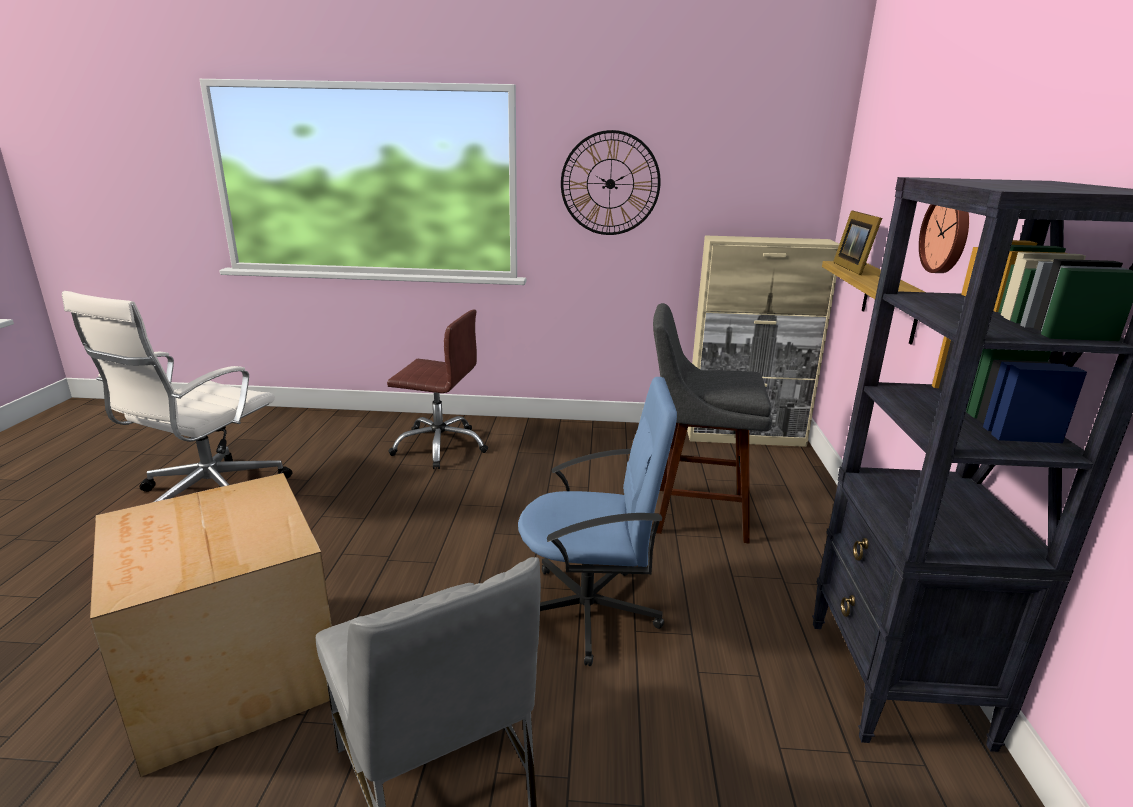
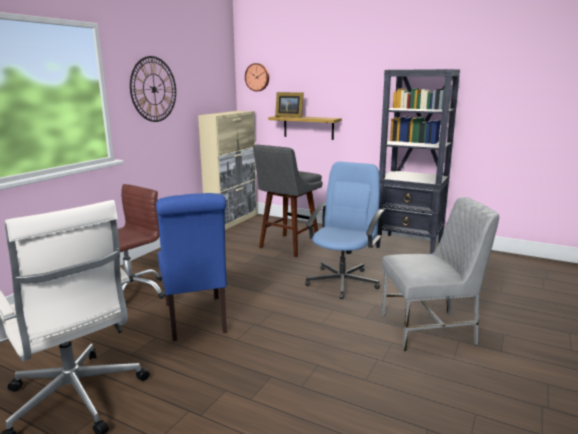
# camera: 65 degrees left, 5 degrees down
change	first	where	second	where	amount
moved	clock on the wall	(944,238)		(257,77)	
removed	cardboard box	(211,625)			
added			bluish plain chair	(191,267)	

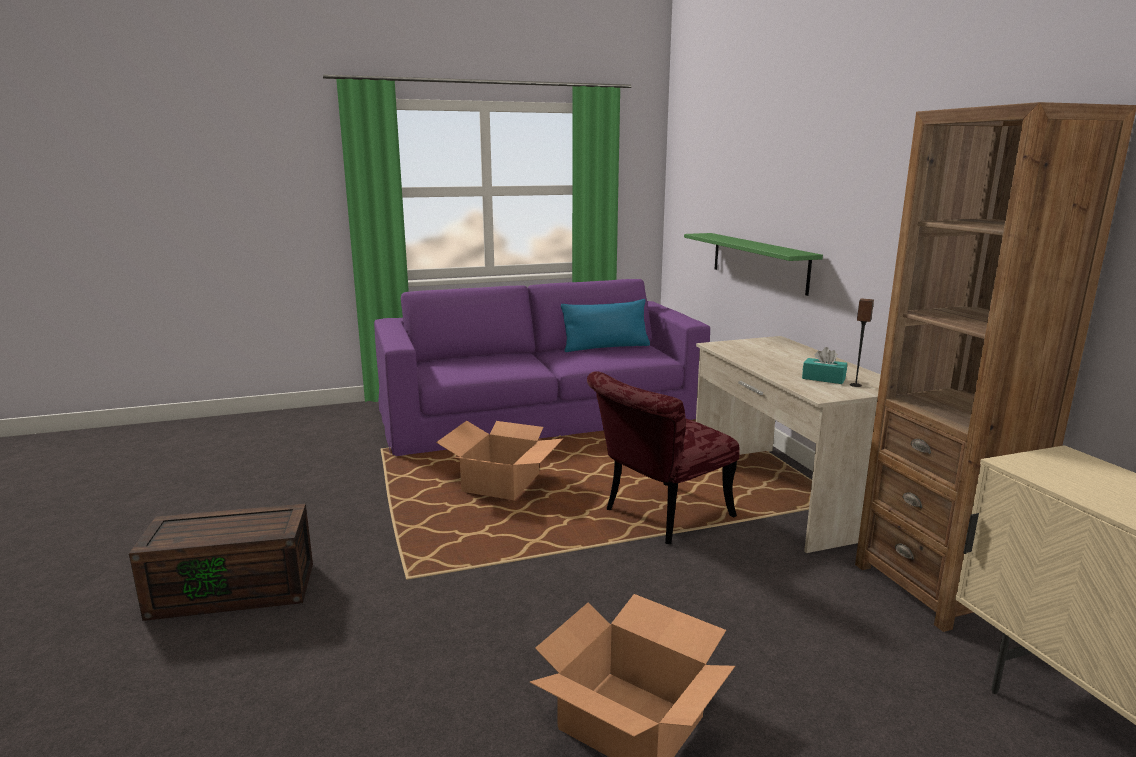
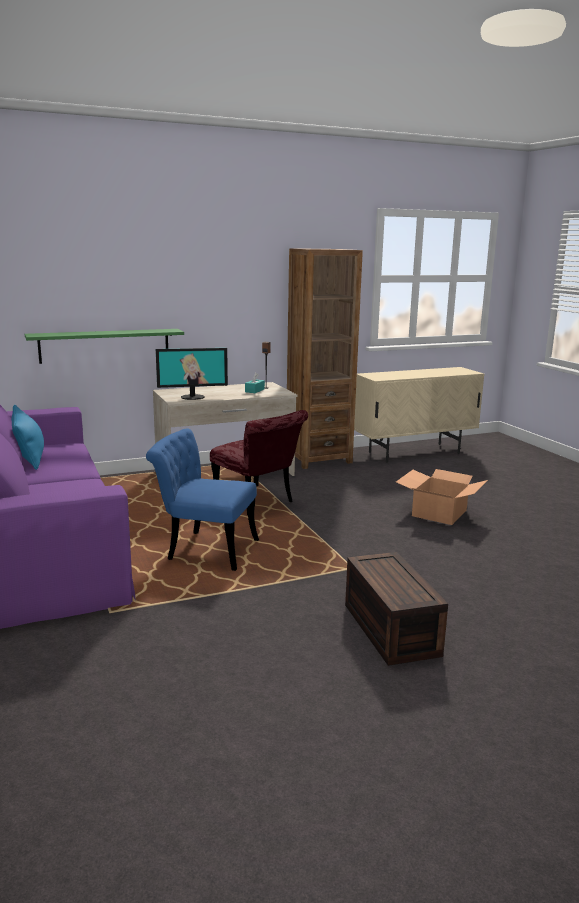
# camera: 95 degrees left, 0 degrees up
change	first	where	second	where	amount
replaced	cardboard box	(499,460)	bluish plain chair	(202,499)	
added			computer screen	(192,374)	

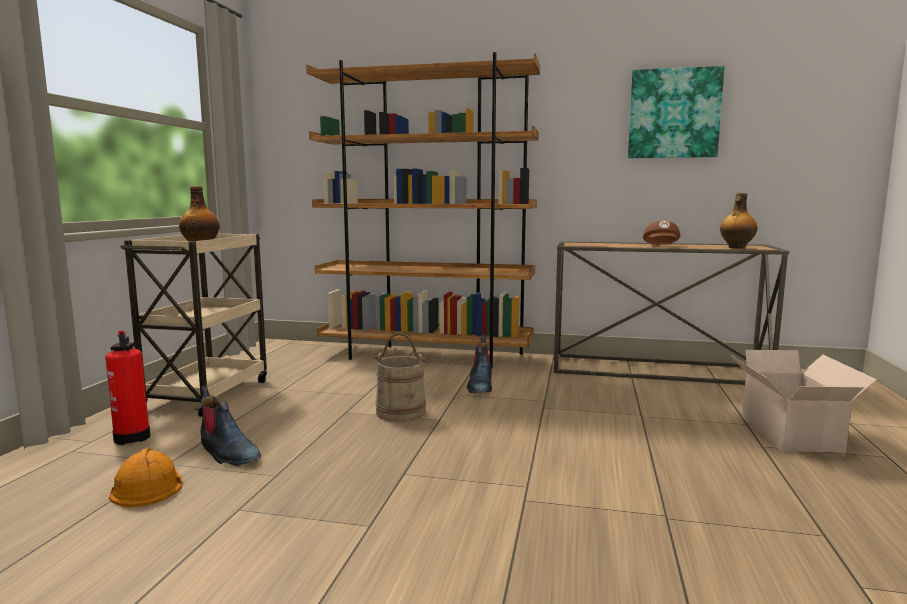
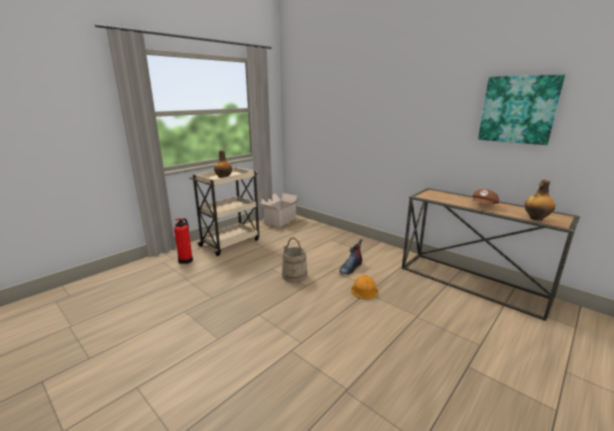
# camera: 30 degrees right, 10 degrees up
change	first	where	second	where	amount
removed	brown-coloured shelving unit	(423,210)			
moved	cardboard box	(803,401)		(280,210)	
removed	high-top boot	(230,425)			
moved	orangey work helmet	(146,477)		(364,287)	

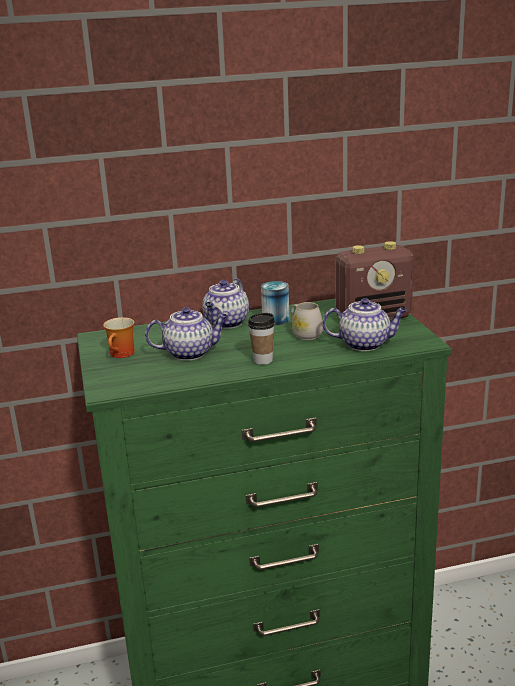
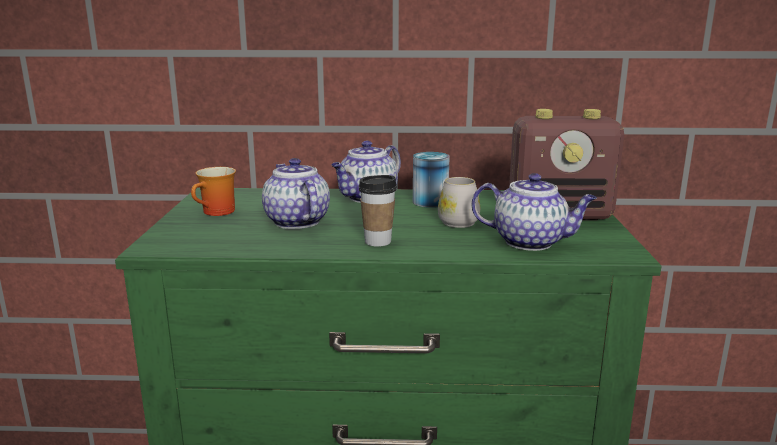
# camera: 15 degrees right, 5 degrees down
change	first	where	second	where	amount
turned	teapot	(186,334)		(296,193)	120 degrees counterclockwise

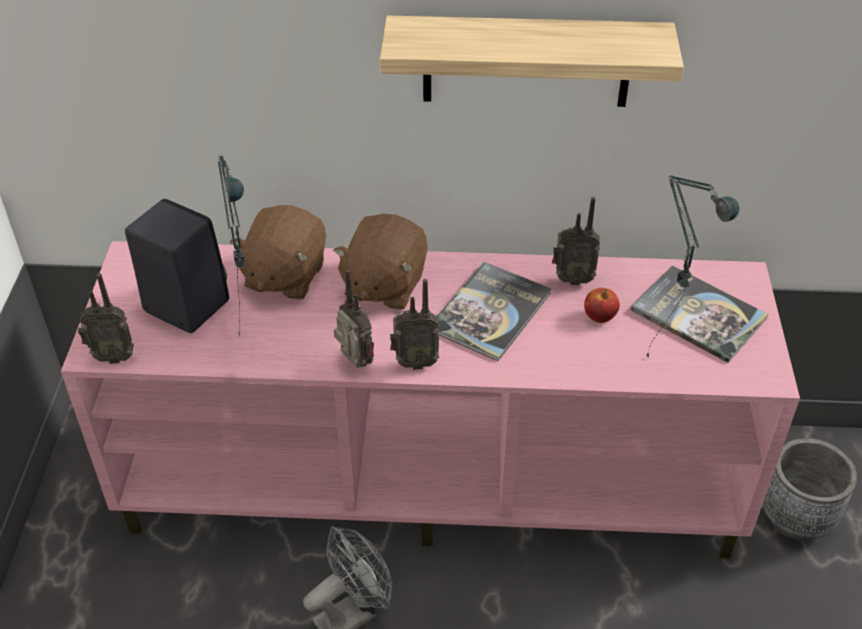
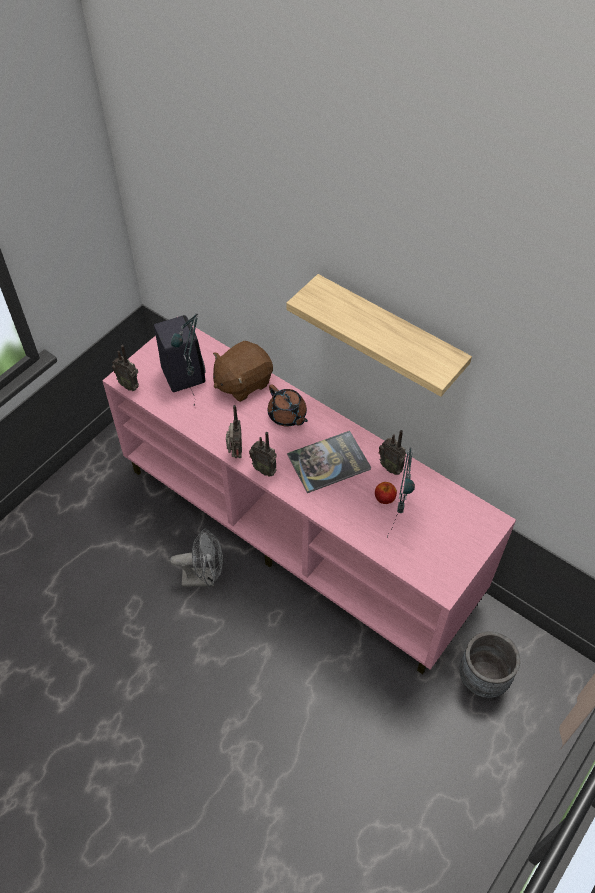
# camera: 35 degrees right, 10 degrees up
change	first	where	second	where	amount
replaced	brown-coloured plush toy	(380,262)	brown-coloured teapot	(288,405)	
removed	book	(700,314)			

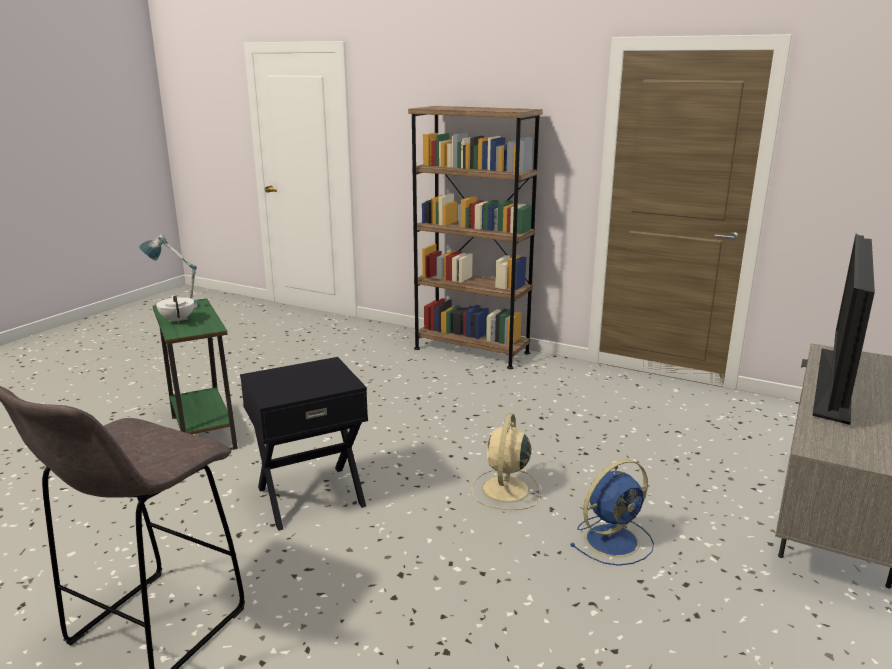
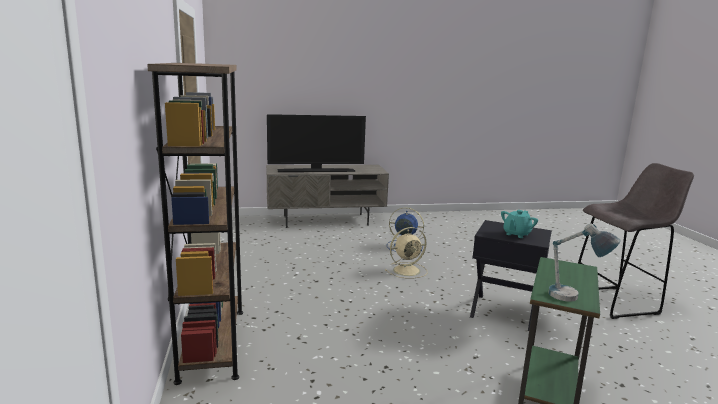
# camera: 130 degrees left, 5 degrees down
change	first	where	second	where	amount
removed	white teapot	(175,309)			
added			blue-green teapot	(519,224)	

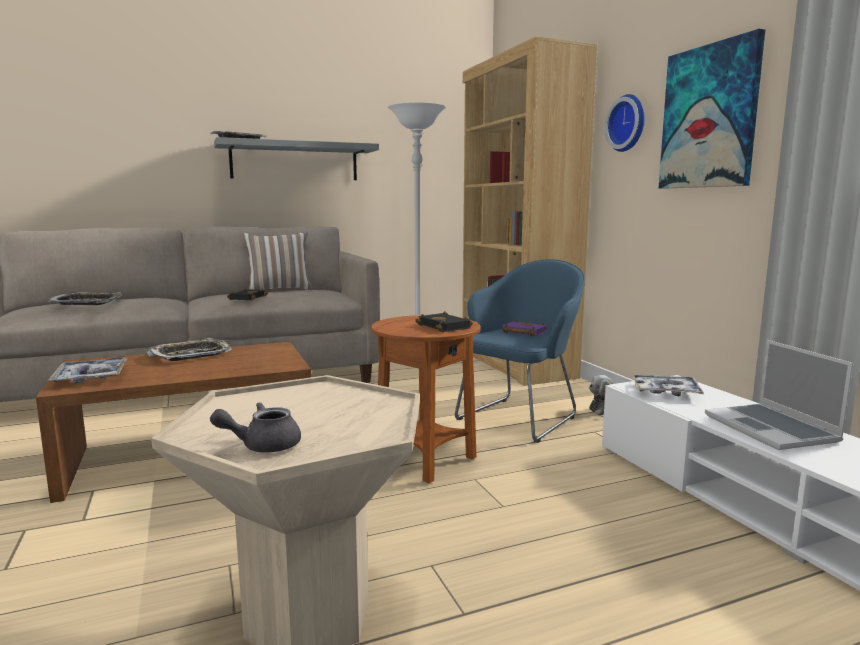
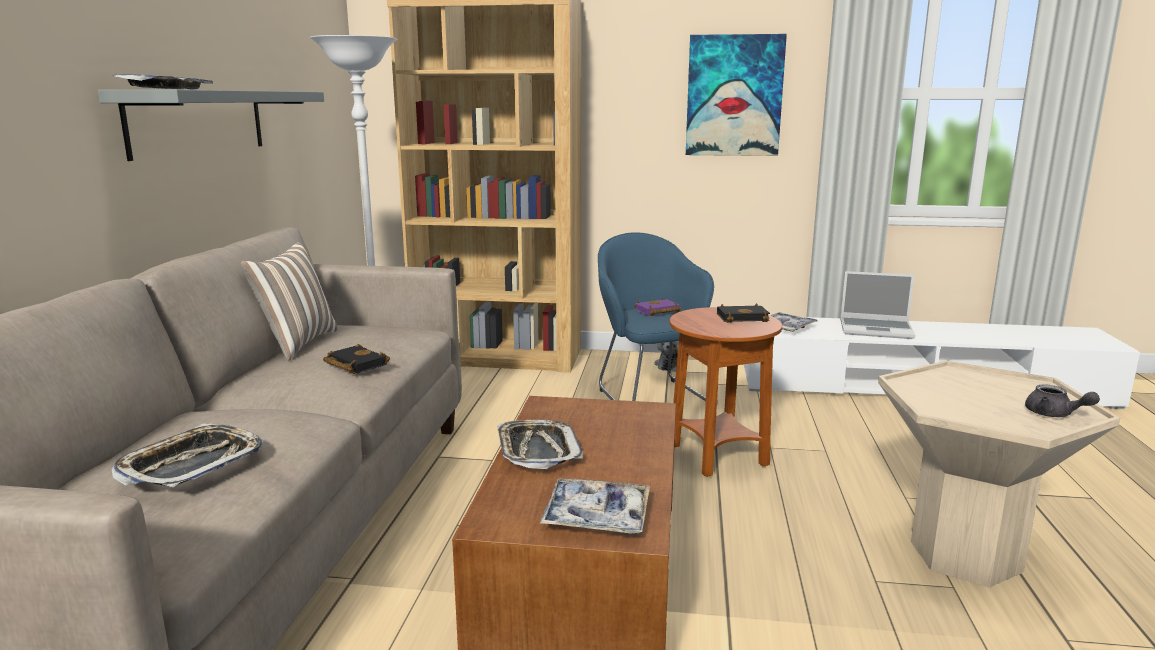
# camera: 60 degrees left, 5 degrees up
change	first	where	second	where	amount
removed	clock on the wall	(625,123)			
turned	grey teapot	(255,427)		(1062,400)	45 degrees counterclockwise

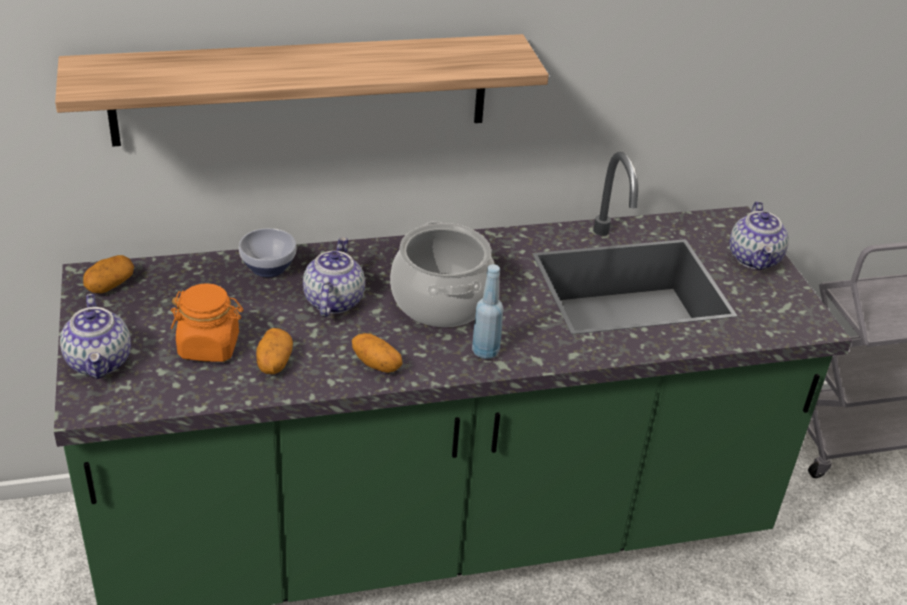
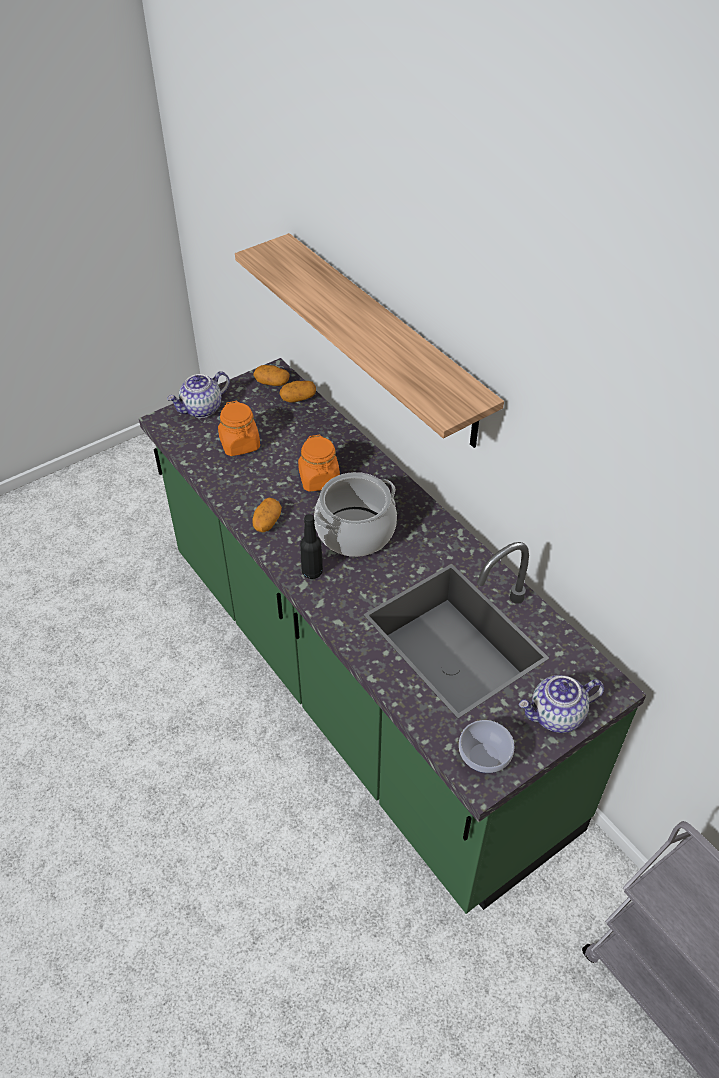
# camera: 70 degrees right, 10 degrees up
change	first	where	second	where	amount
moved	deep dish	(268,252)		(486,746)	
replaced	teapot	(334,277)	orangey storage jar	(319,463)	
recoloured	bluish drink bottle	(488,311)	black-coloured drink bottle	(311,546)	
moved	whole potato	(274,351)		(297,392)	

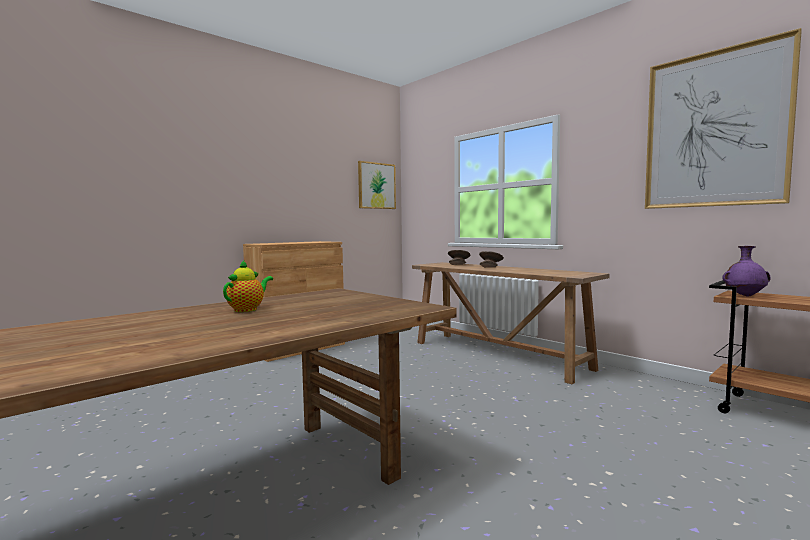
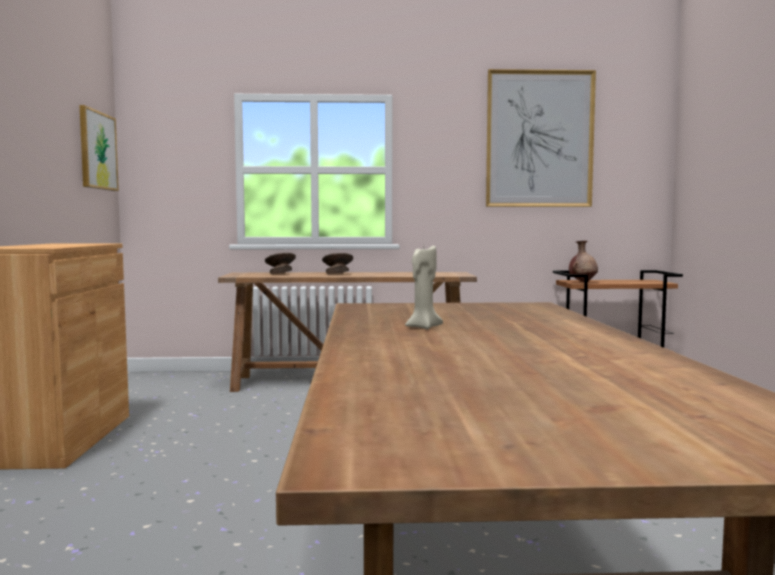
# camera: 50 degrees left, 0 degrees up
change	first	where	second	where	amount
recoloured	purple decorative vase	(746,271)	brown-coloured decorative vase	(583,261)	
replaced	teapot	(248,286)	beige wax candle	(424,287)	

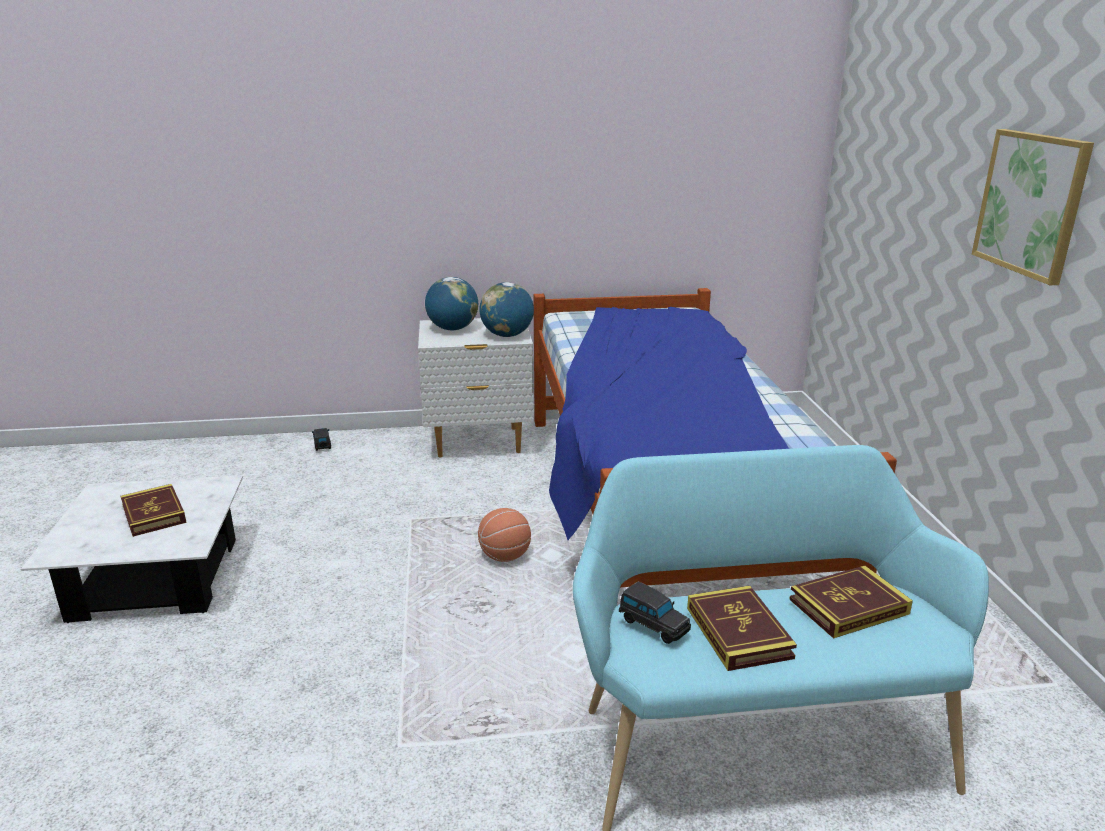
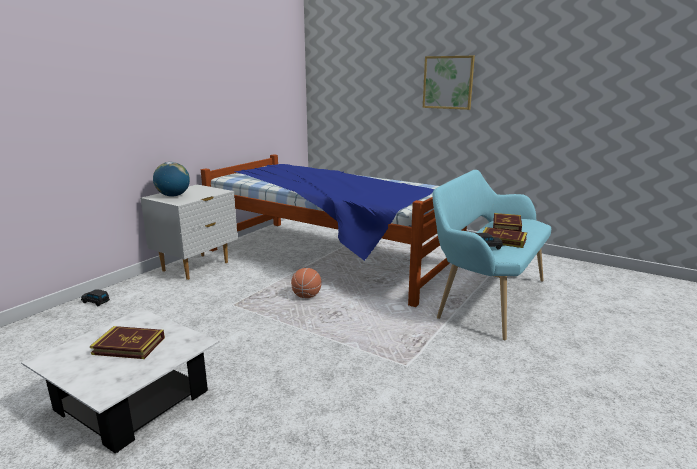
# camera: 50 degrees left, 5 degrees down
change	first	where	second	where	amount
removed	globe	(506,309)			

